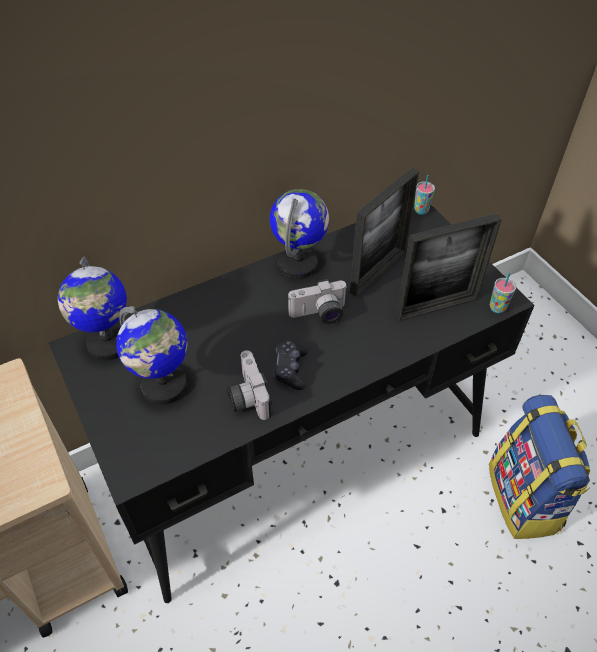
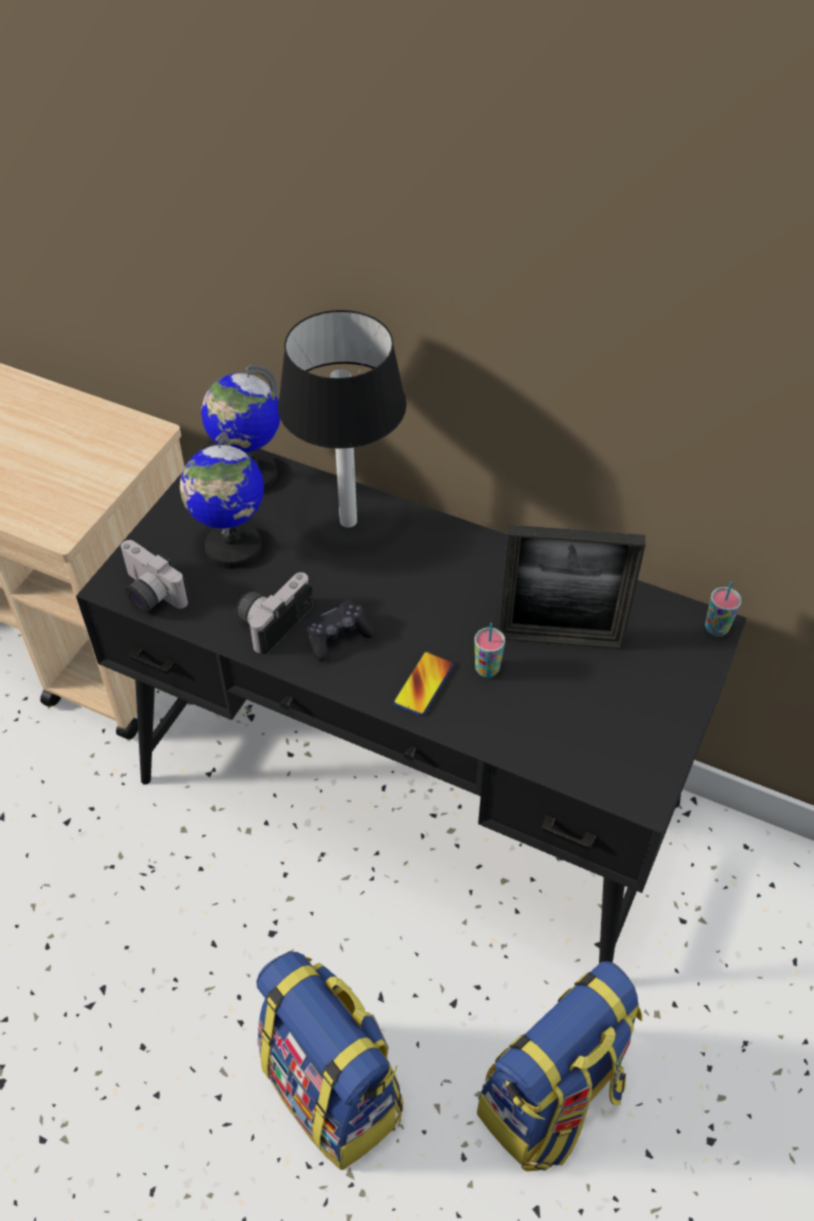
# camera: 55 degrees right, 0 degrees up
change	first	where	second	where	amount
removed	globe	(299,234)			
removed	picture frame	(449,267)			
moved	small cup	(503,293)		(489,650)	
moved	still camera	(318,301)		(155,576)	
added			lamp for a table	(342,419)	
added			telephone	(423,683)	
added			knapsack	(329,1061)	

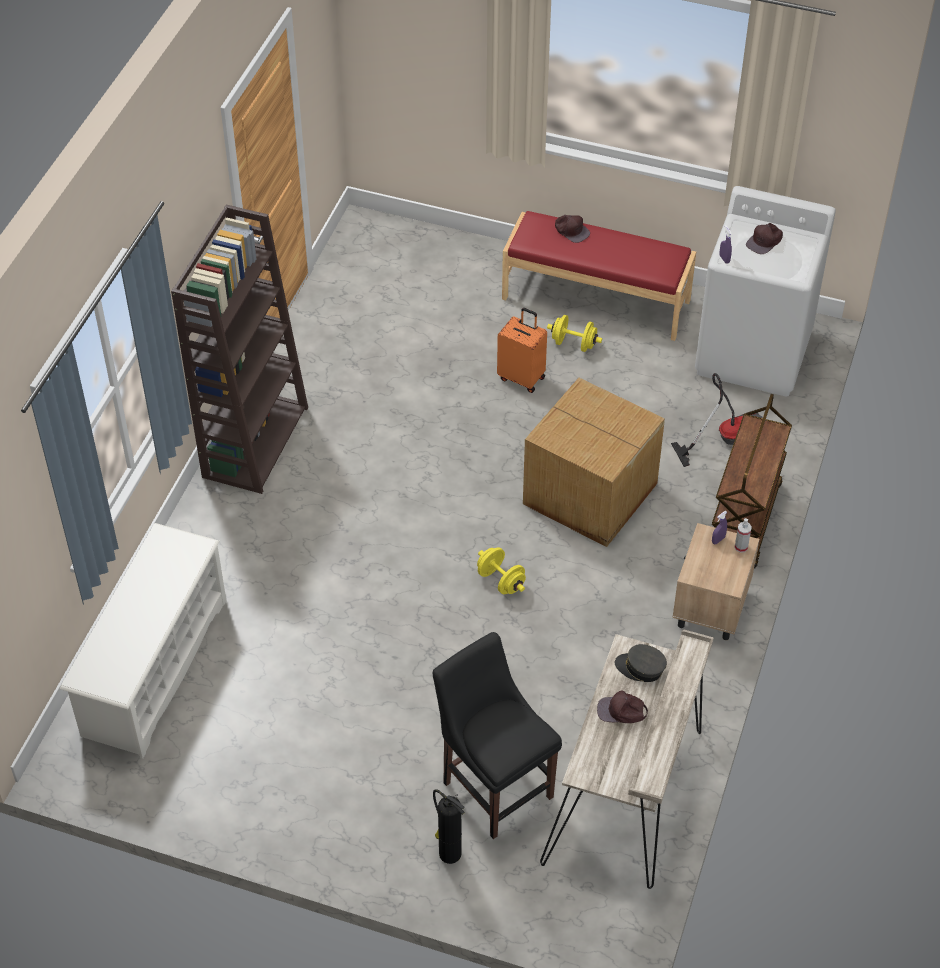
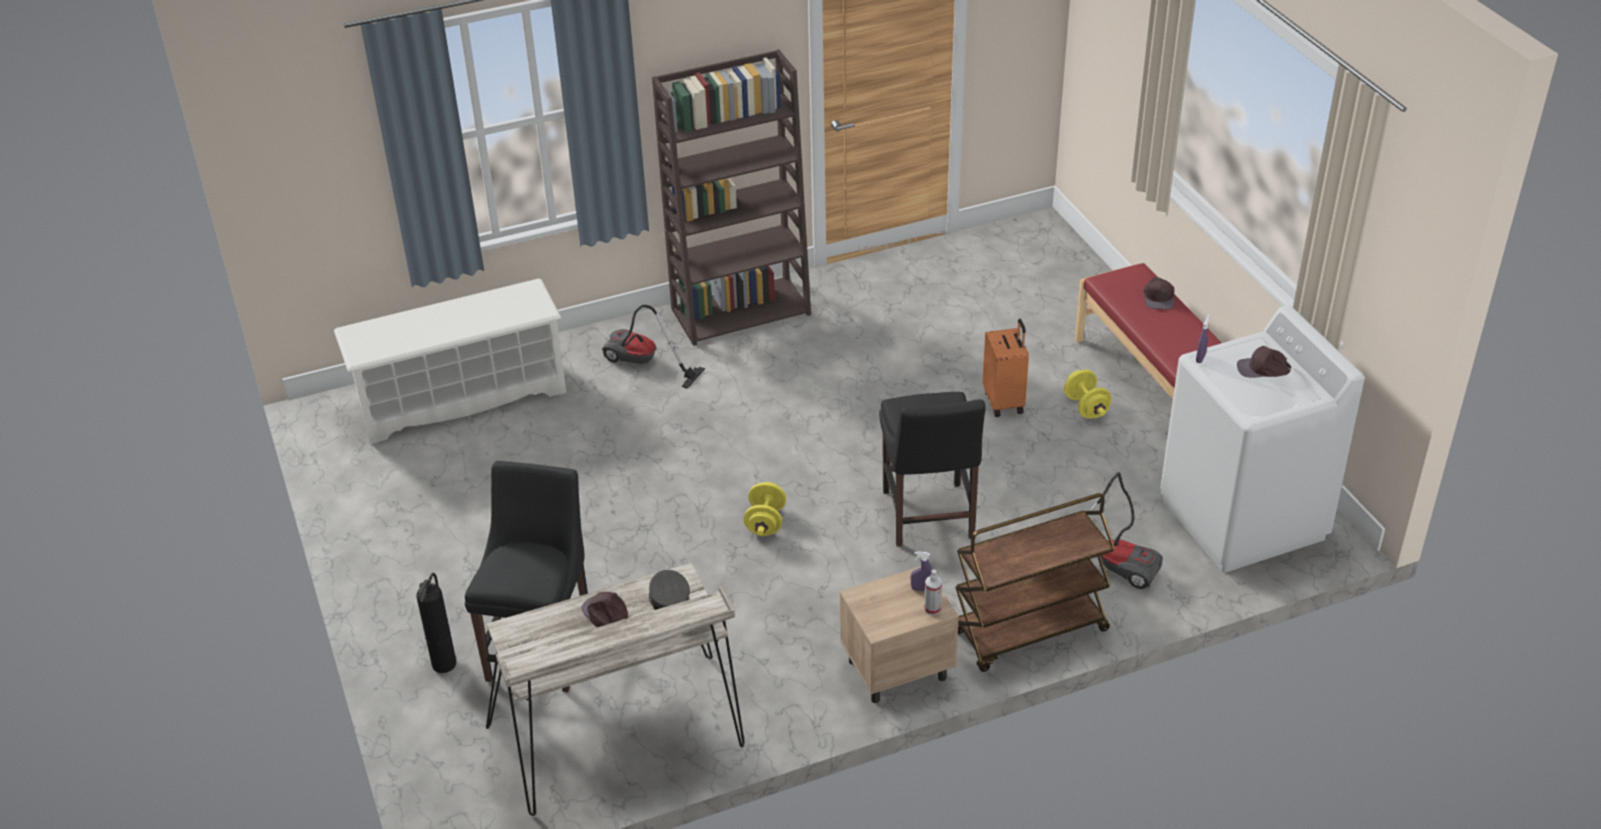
# camera: 50 degrees right, 10 degrees down
change	first	where	second	where	amount
replaced	cardboard box	(594,462)	black-coloured plain chair	(932,469)	
added			hoover	(653,346)	

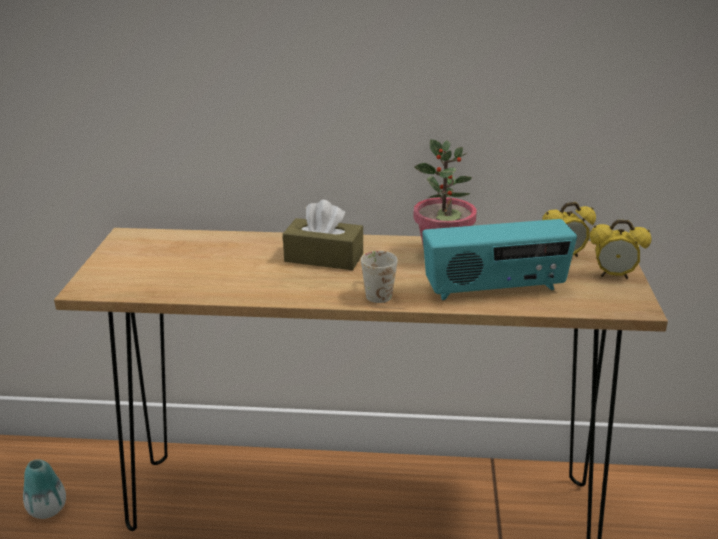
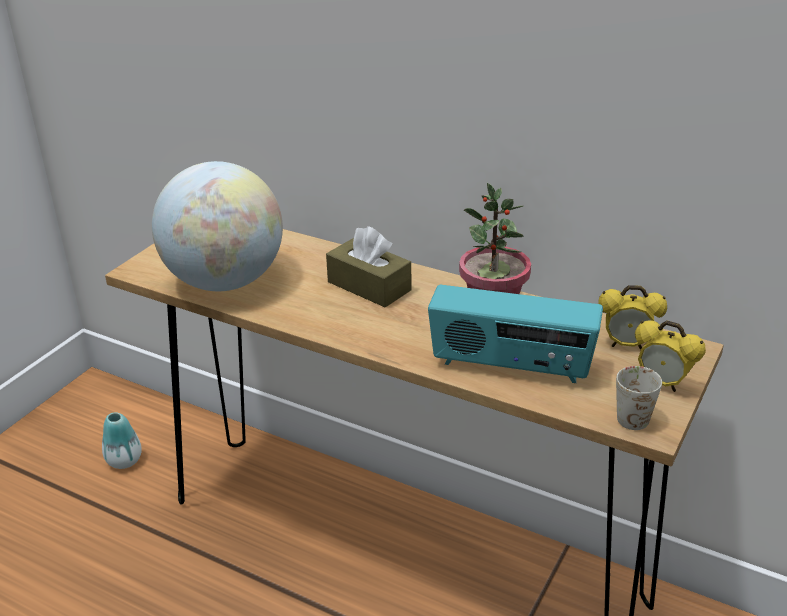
# camera: 25 degrees right, 5 degrees up
change	first	where	second	where	amount
moved	white coffee mug	(379,277)		(639,398)	
added			globe	(217,226)	

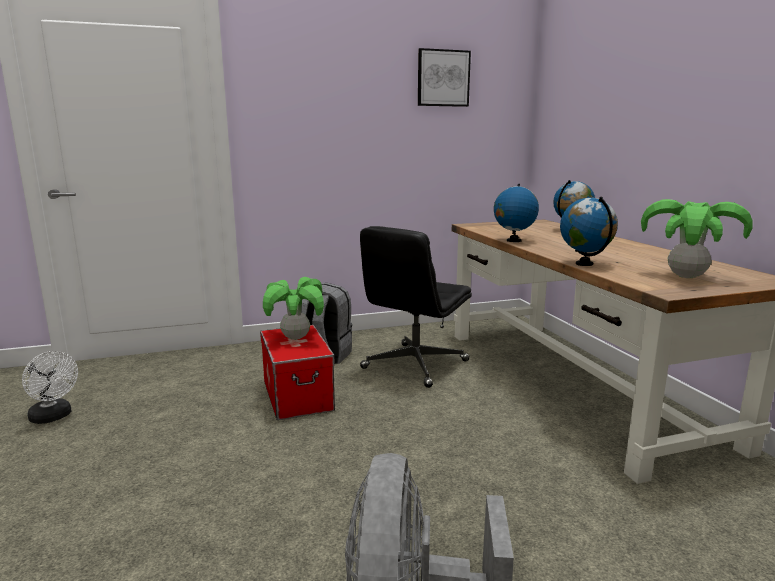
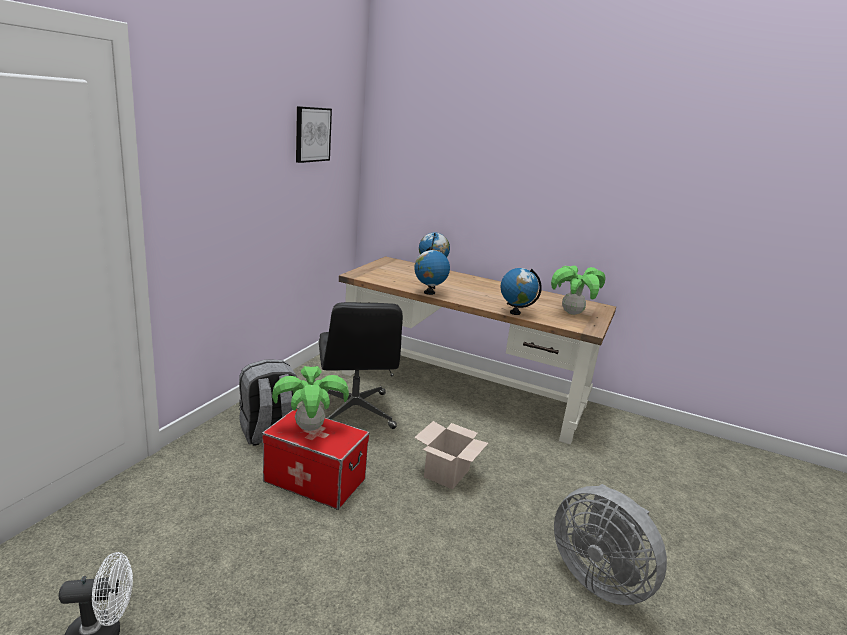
# camera: 50 degrees left, 5 degrees up
change	first	where	second	where	amount
added			cardboard box	(451,455)	

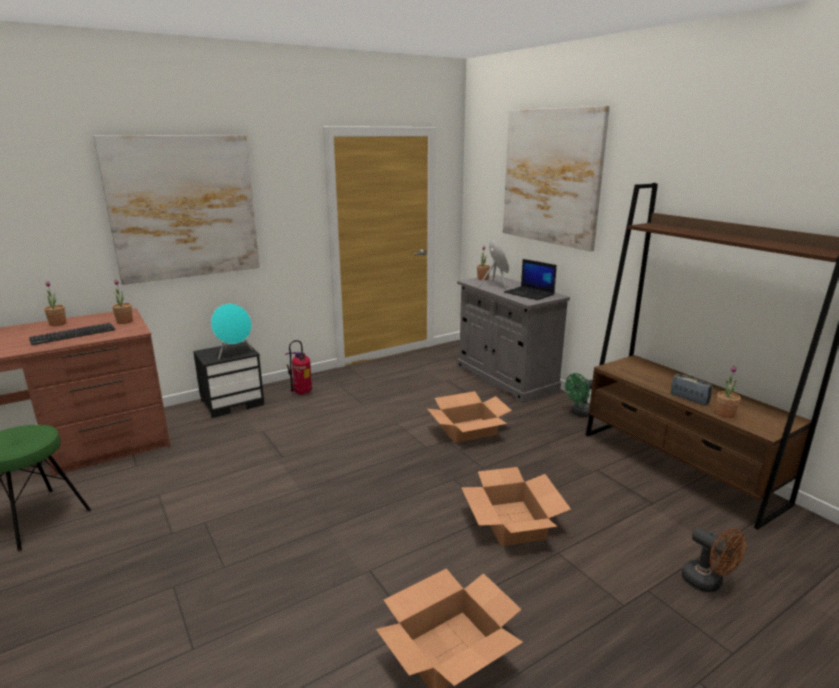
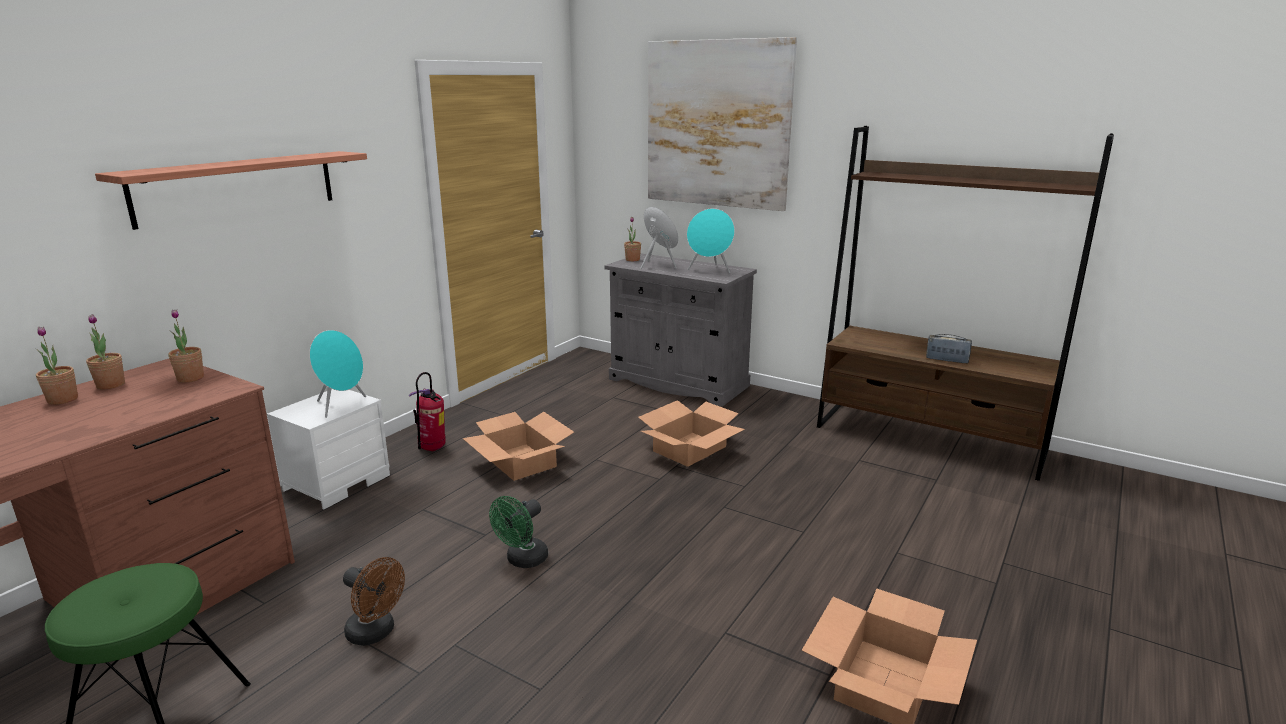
# camera: 25 degrees left, 0 degrees up
change	first	where	second	where	amount
replaced	wall picture	(176,210)	bracket shelf	(231,190)	
replaced	notebook computer	(530,279)	blue-green loudspeaker	(711,241)	
removed	PC keyboard	(72,334)			
recoloured	black-coloured nightstand	(228,380)	white nightstand	(328,449)	
moved	potted plant	(728,392)		(105,351)	
moved	green electric fan	(579,395)		(518,532)	
moved	cardboard box	(516,506)		(518,446)	
moved	brown-coloured electric fan	(714,560)		(374,601)	

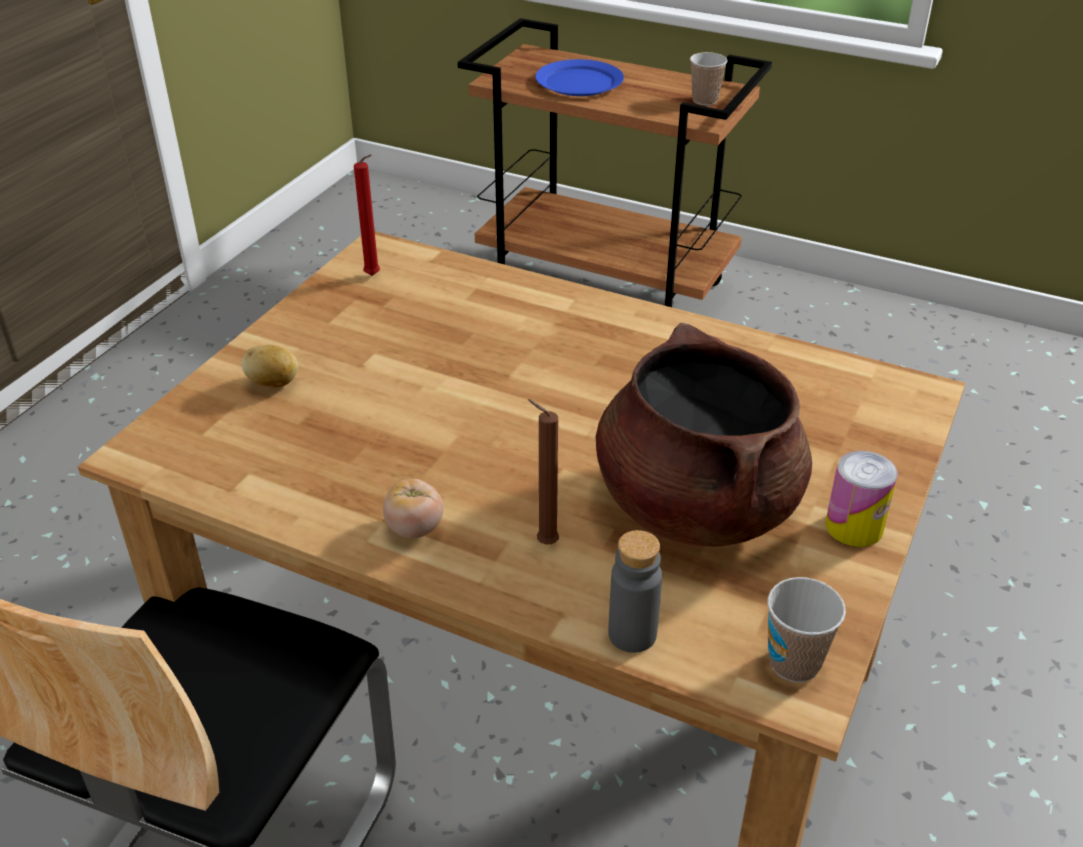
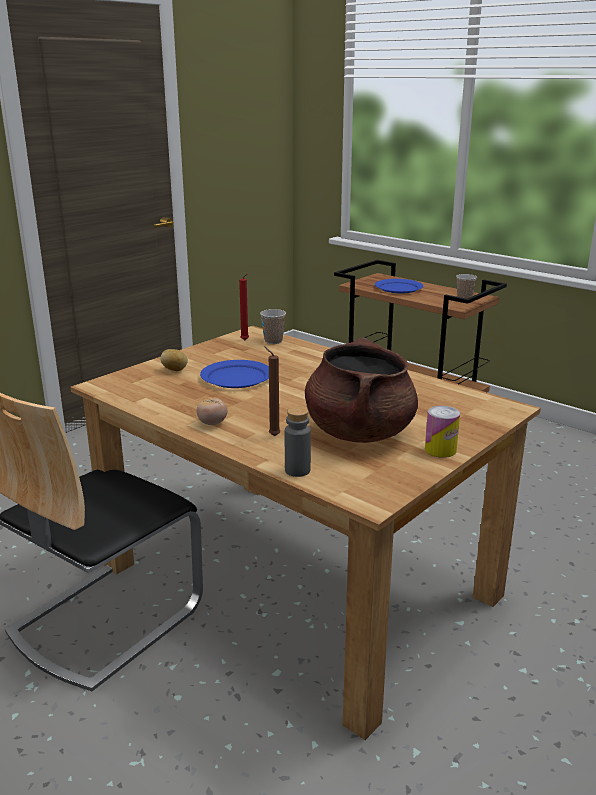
# camera: 15 degrees right, 15 degrees down
change	first	where	second	where	amount
moved	small cup	(807,629)		(273,326)	
added			bluish flat dish	(234,374)	

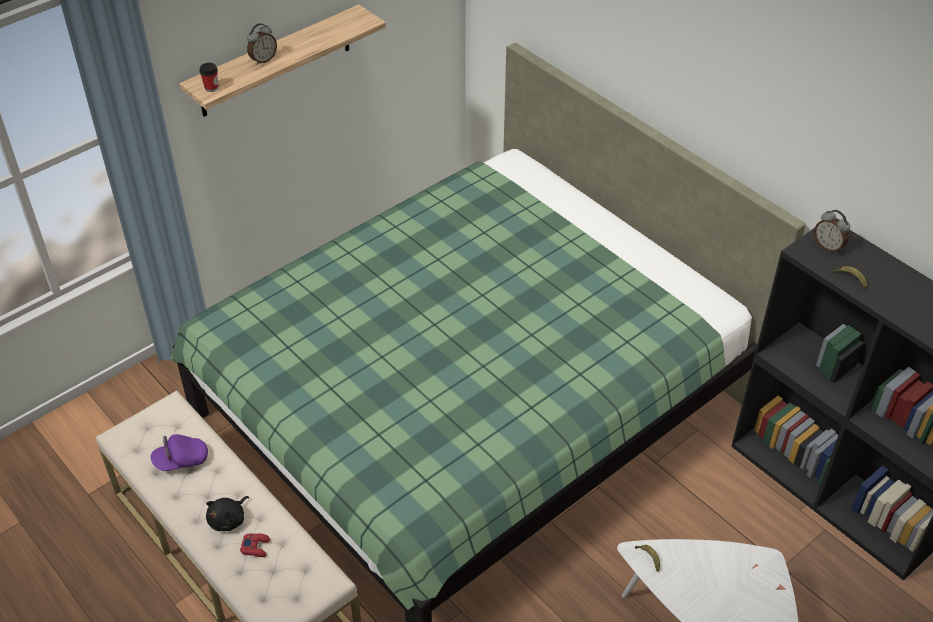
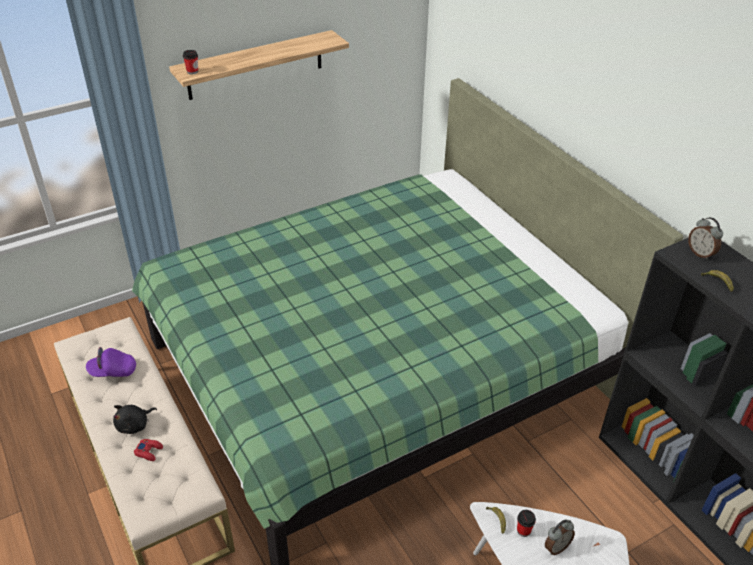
# camera: 10 degrees right, 5 degrees down
change	first	where	second	where	amount
moved	alarm clock	(262,44)		(560,537)	
added			small cup	(526,523)	

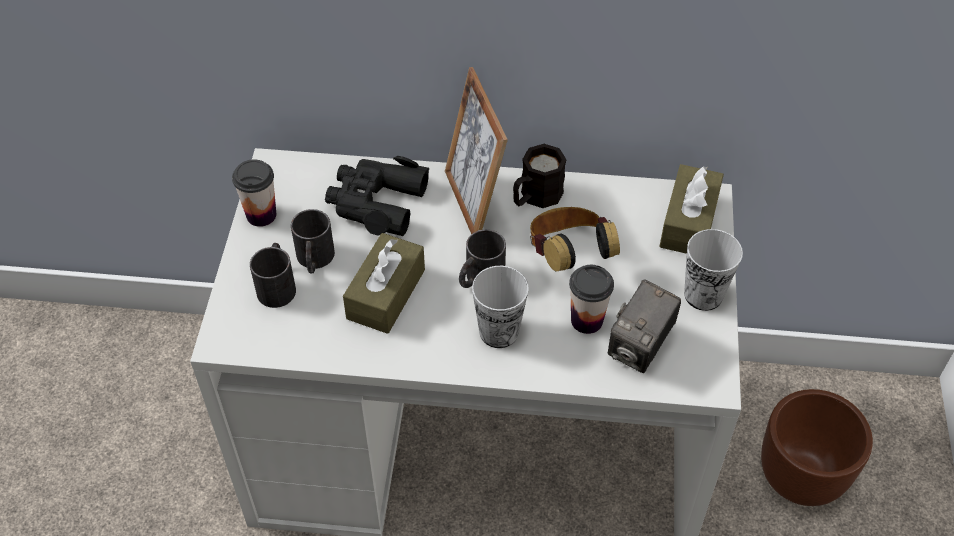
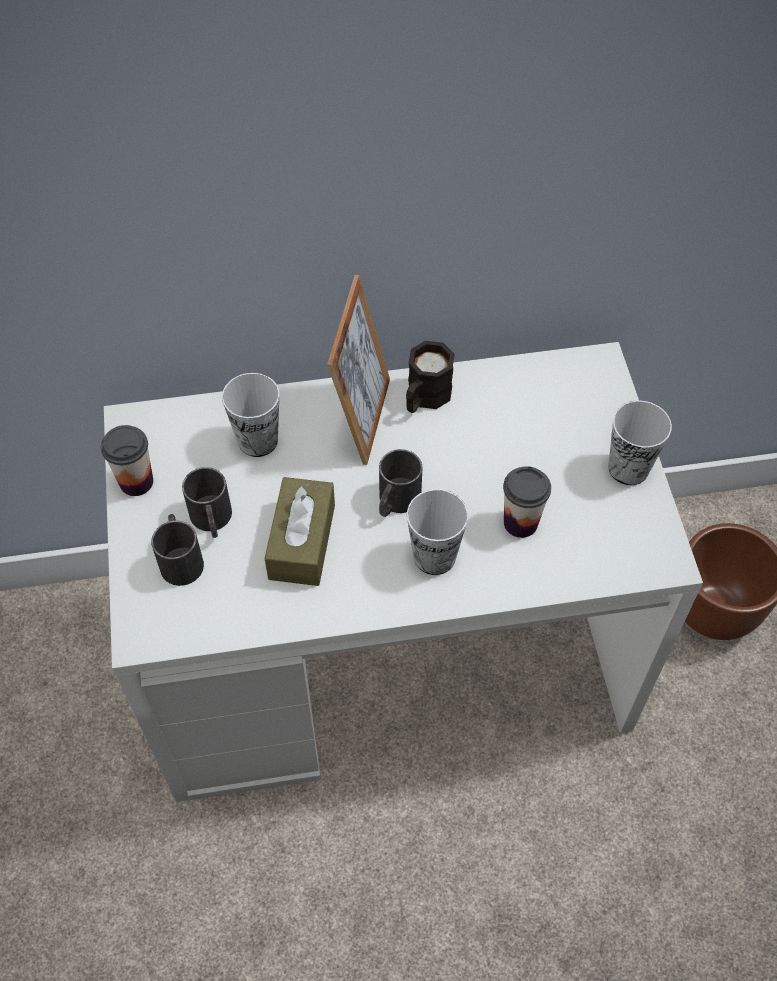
# camera: 15 degrees left, 5 degrees up
change	first	where	second	where	amount
turned	picture frame	(476,150)		(358,370)	135 degrees counterclockwise
replaced	black-coloured pair of binoculars	(377,196)	small cup	(250,415)	
removed	brown-coloured tissue holder	(691,209)			
removed	headphones	(575,239)			
removed	still camera	(644,326)			

